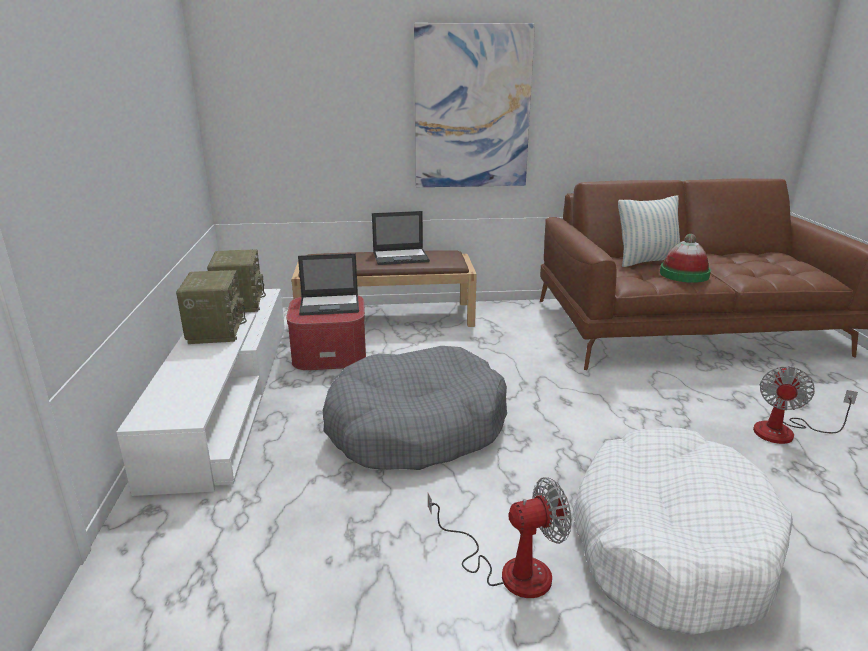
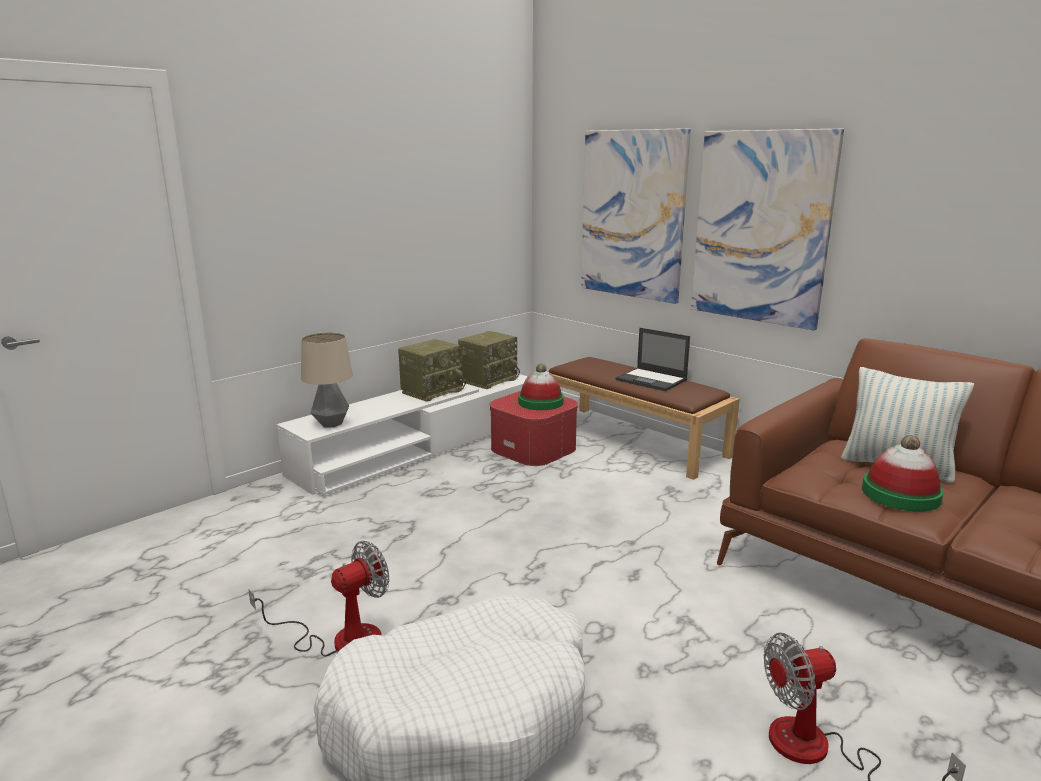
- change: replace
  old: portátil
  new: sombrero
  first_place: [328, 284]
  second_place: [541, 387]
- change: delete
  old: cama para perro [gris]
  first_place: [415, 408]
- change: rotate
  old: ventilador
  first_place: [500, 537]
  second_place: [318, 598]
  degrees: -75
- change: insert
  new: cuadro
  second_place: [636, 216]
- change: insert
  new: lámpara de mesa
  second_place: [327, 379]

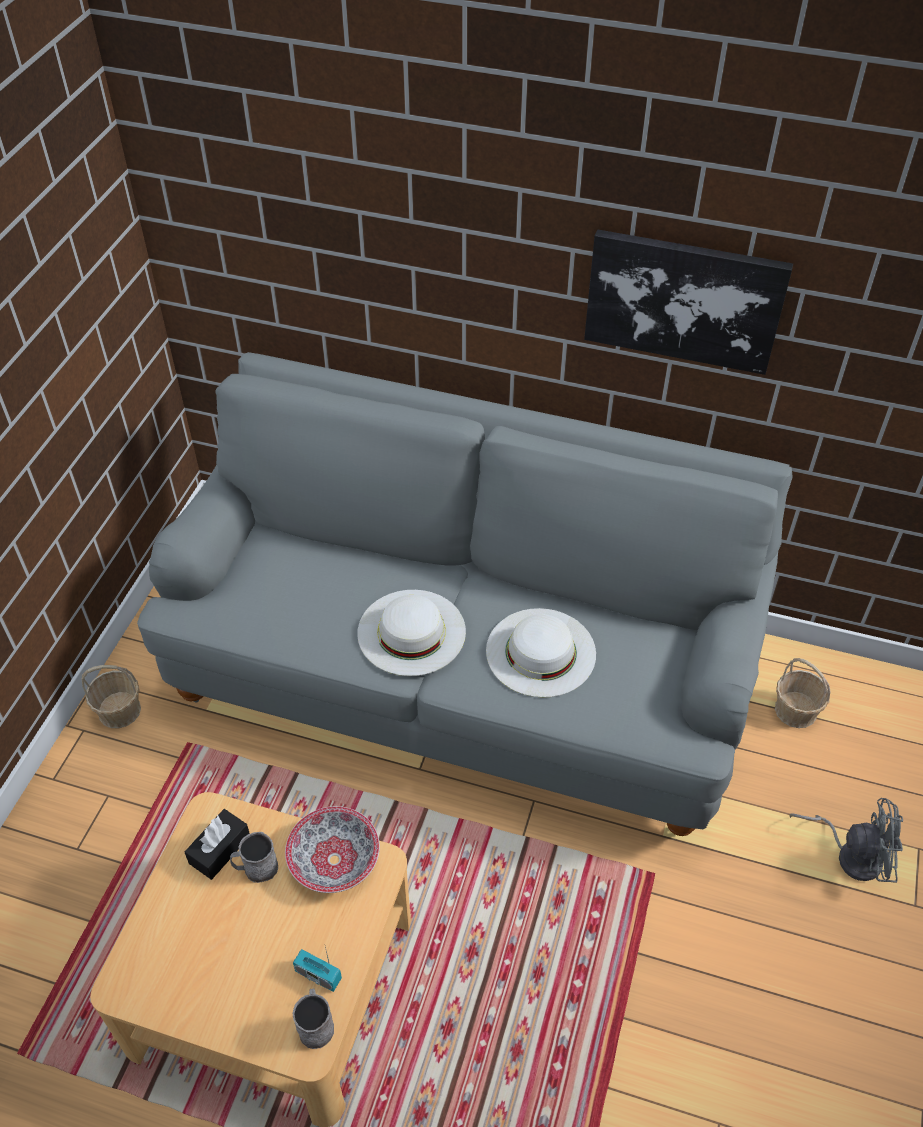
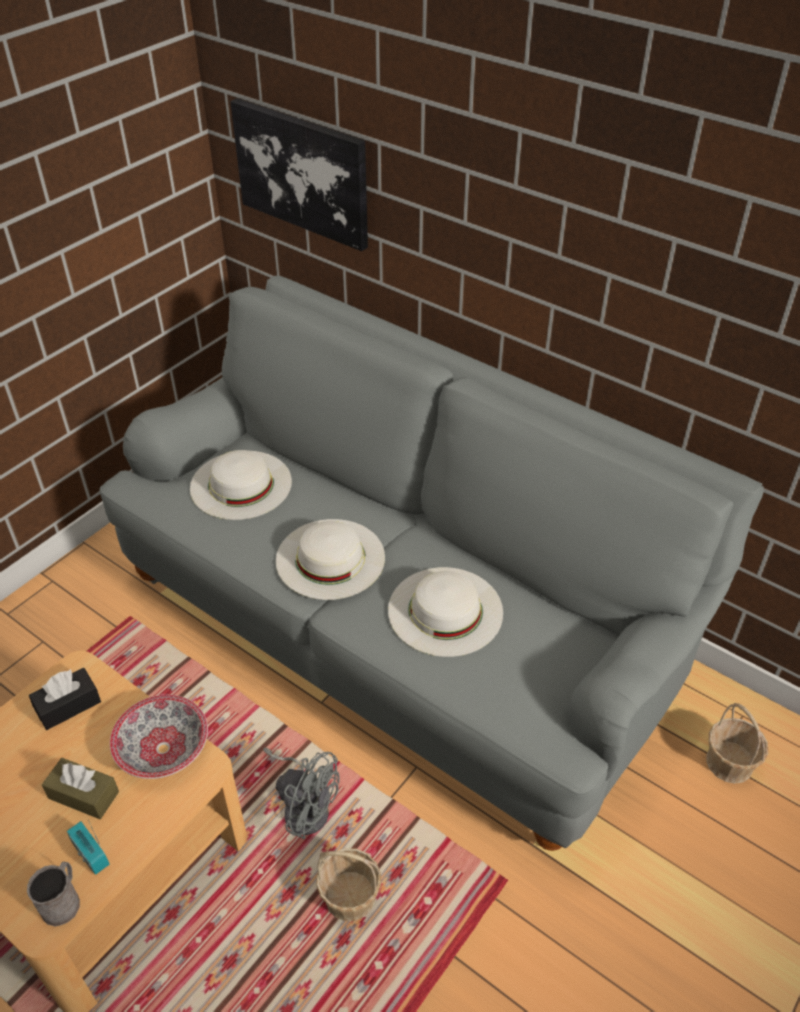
- change: move
  old: cuadro
  first_place: [688, 302]
  second_place: [299, 174]
- change: move
  old: cesta
  first_place: [111, 696]
  second_place: [348, 884]
- change: move
  old: ventilador [gris]
  first_place: [846, 840]
  second_place: [301, 793]
- change: delete
  old: taza grande [gris]
  first_place: [254, 857]
- change: insert
  new: sombrero [blanco]
  second_place: [241, 485]
- change: insert
  new: caja de pañuelos [marrón]
  second_place: [80, 788]

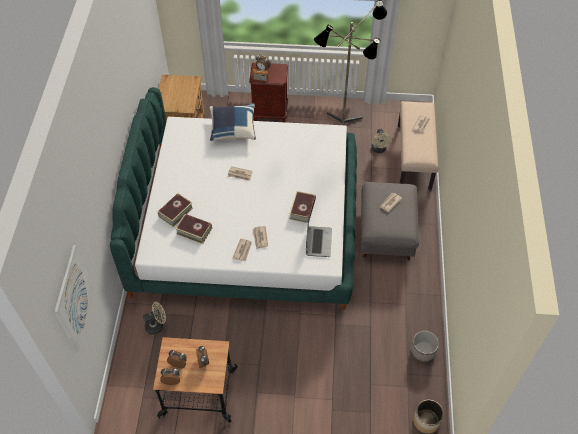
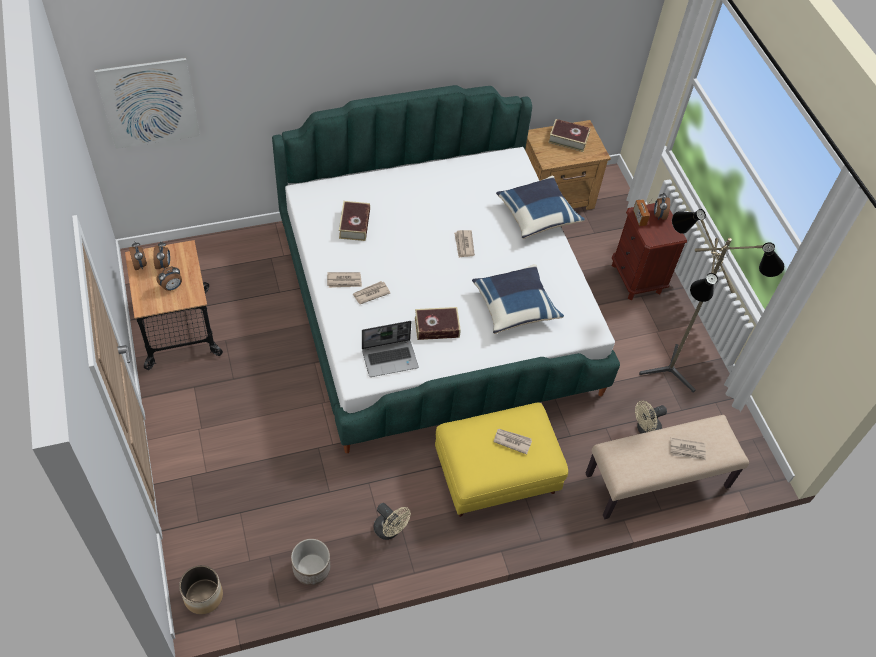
- change: recolor
  old: puf [gris]
  new: puf [amarillo]
  first_place: [390, 221]
  second_place: [501, 460]
- change: move
  old: libro
  first_place: [175, 210]
  second_place: [569, 135]
- change: move
  old: ventilador [beis]
  first_place: [154, 318]
  second_place: [392, 521]
- change: insert
  new: cojín [azul]
  second_place: [518, 299]

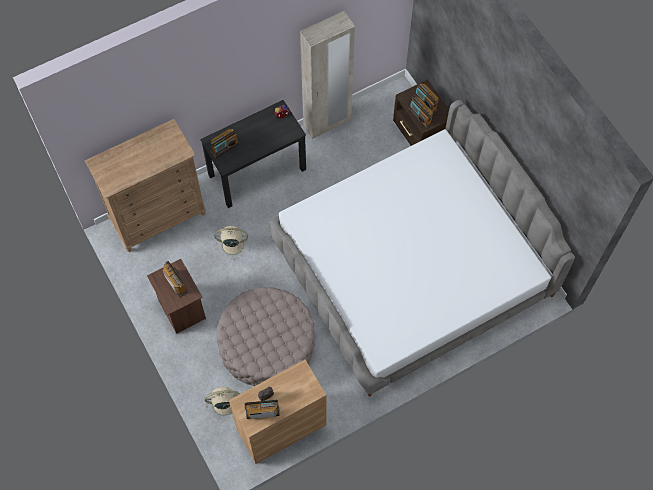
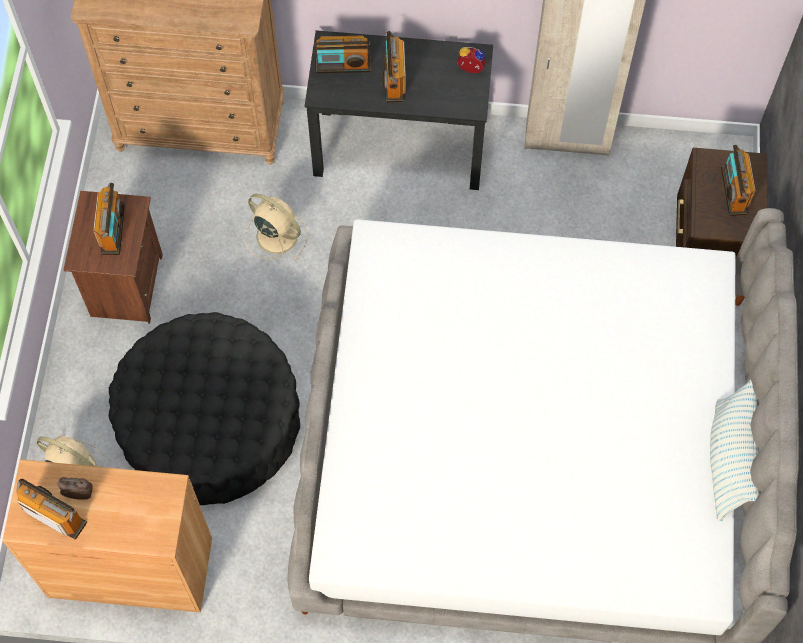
- change: move
  old: radio
  first_place: [420, 113]
  second_place: [394, 67]
- change: recolor
  old: puf [beis]
  new: puf [negro]
  first_place: [266, 336]
  second_place: [204, 408]
- change: insert
  new: cojín
  second_place: [734, 450]

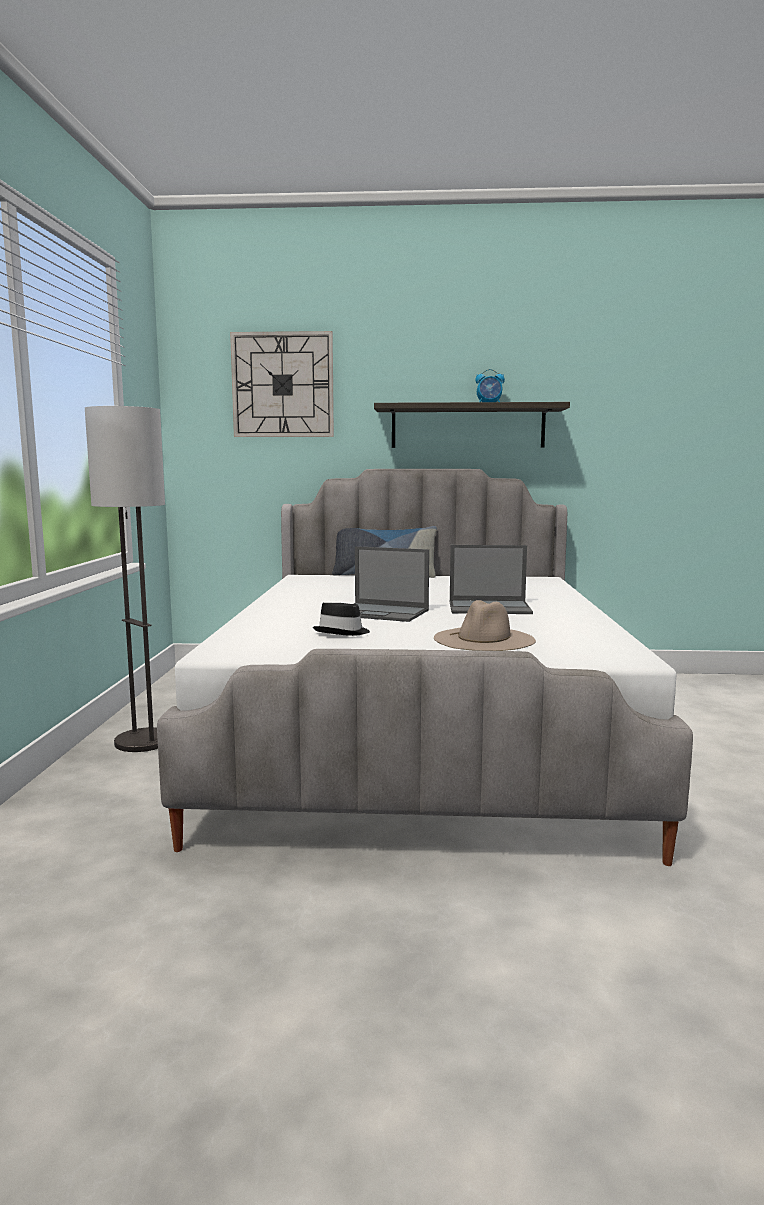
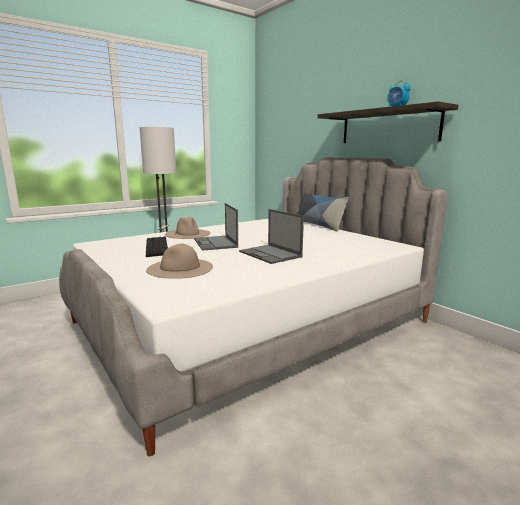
- change: delete
  old: reloj de pared
  first_place: [282, 384]
- change: replace
  old: sombrero [negro]
  new: teclado
  first_place: [341, 619]
  second_place: [157, 246]
- change: insert
  new: sombrero [beis]
  second_place: [187, 228]

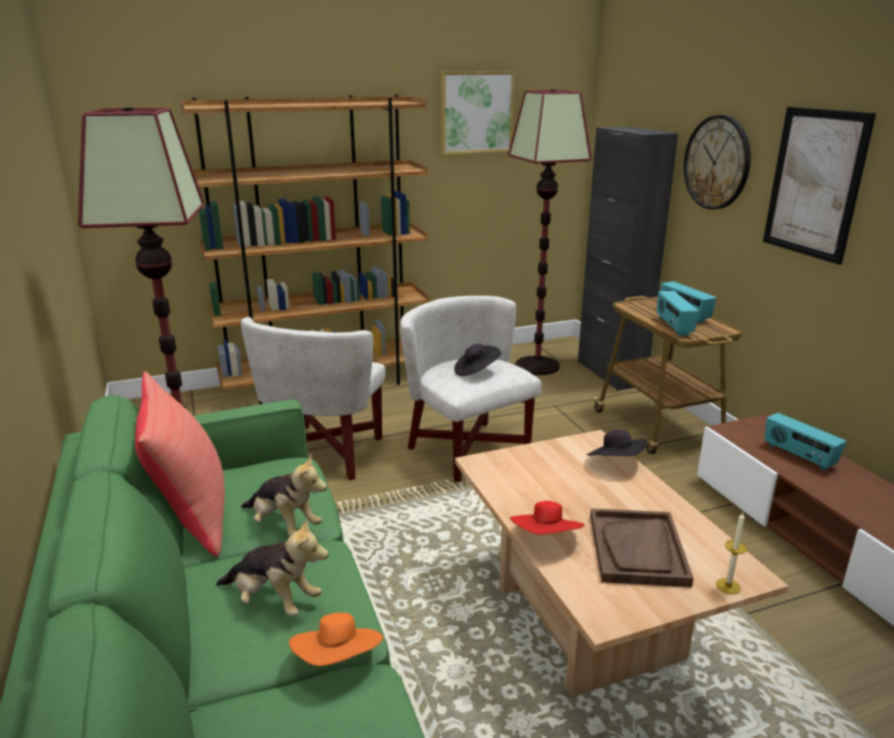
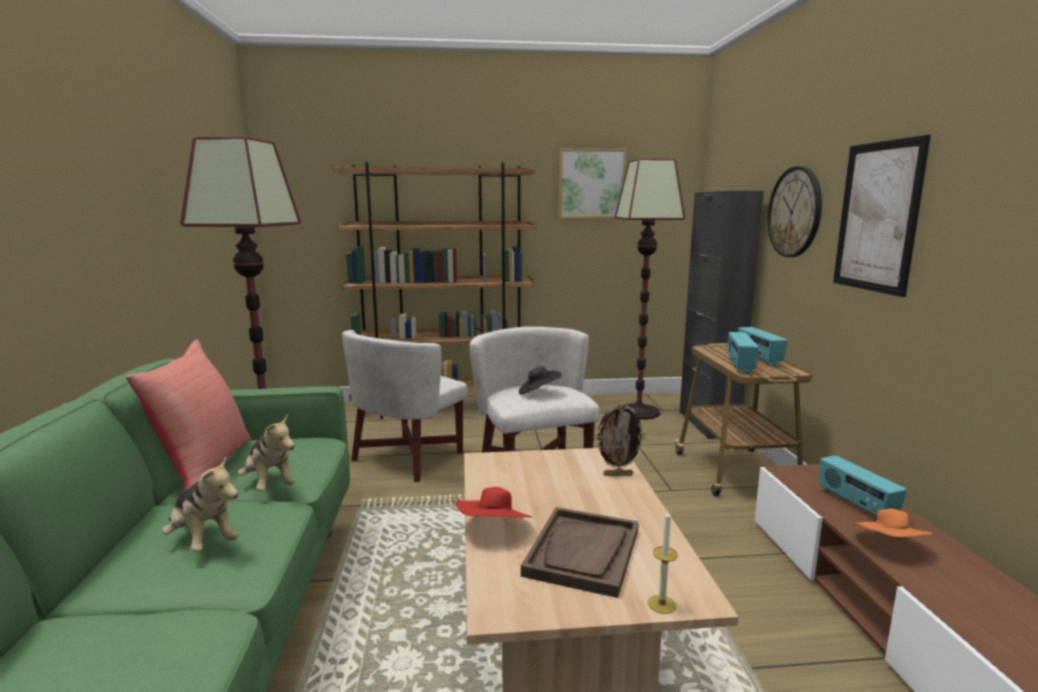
- change: replace
  old: sombrero [negro]
  new: portarretratos
  first_place: [617, 443]
  second_place: [620, 439]
- change: move
  old: sombrero [naranja]
  first_place: [336, 639]
  second_place: [892, 523]

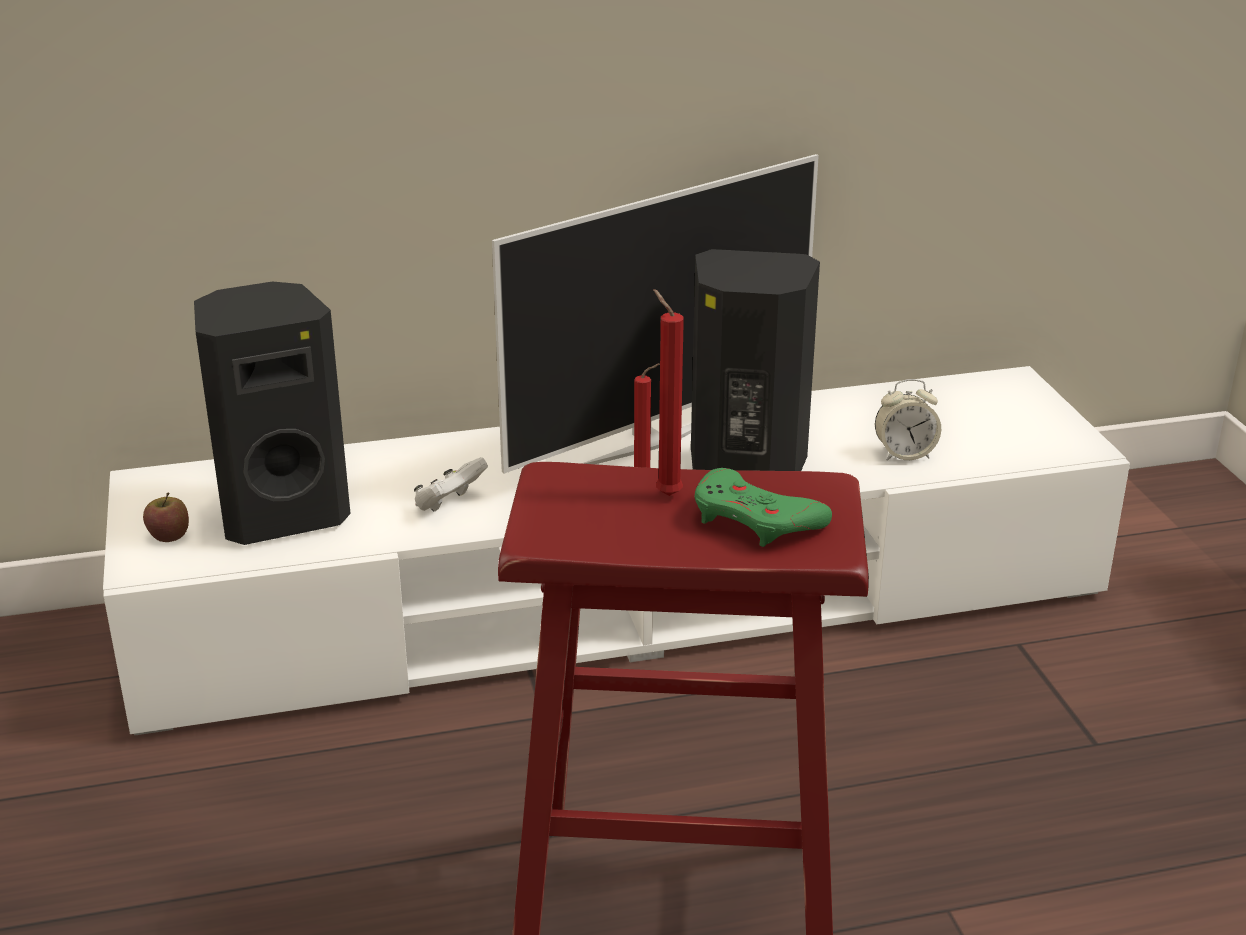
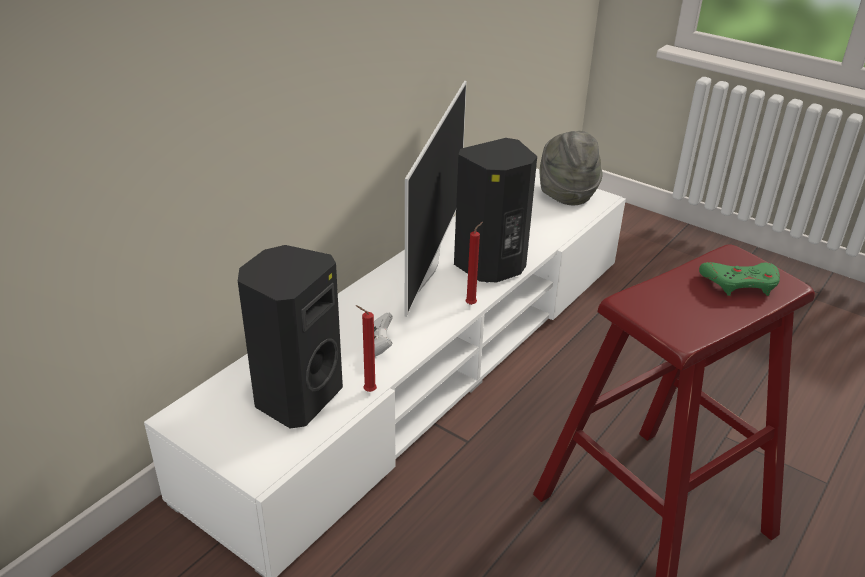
- change: move
  old: vela [rojo]
  first_place: [668, 392]
  second_place: [366, 348]
- change: delete
  old: despertador
  first_place: [908, 420]
- change: delete
  old: manzana
  first_place: [166, 517]
- change: insert
  new: sombrero [gris]
  second_place: [571, 168]

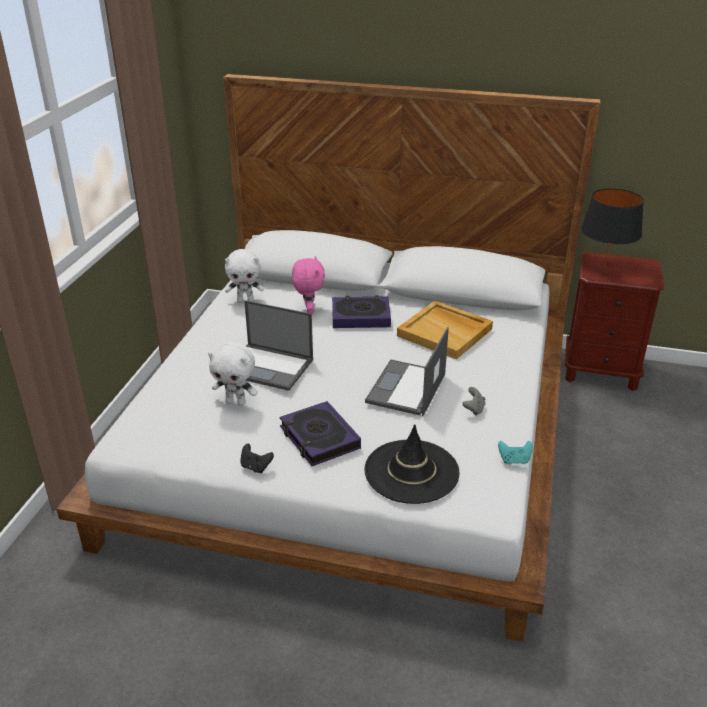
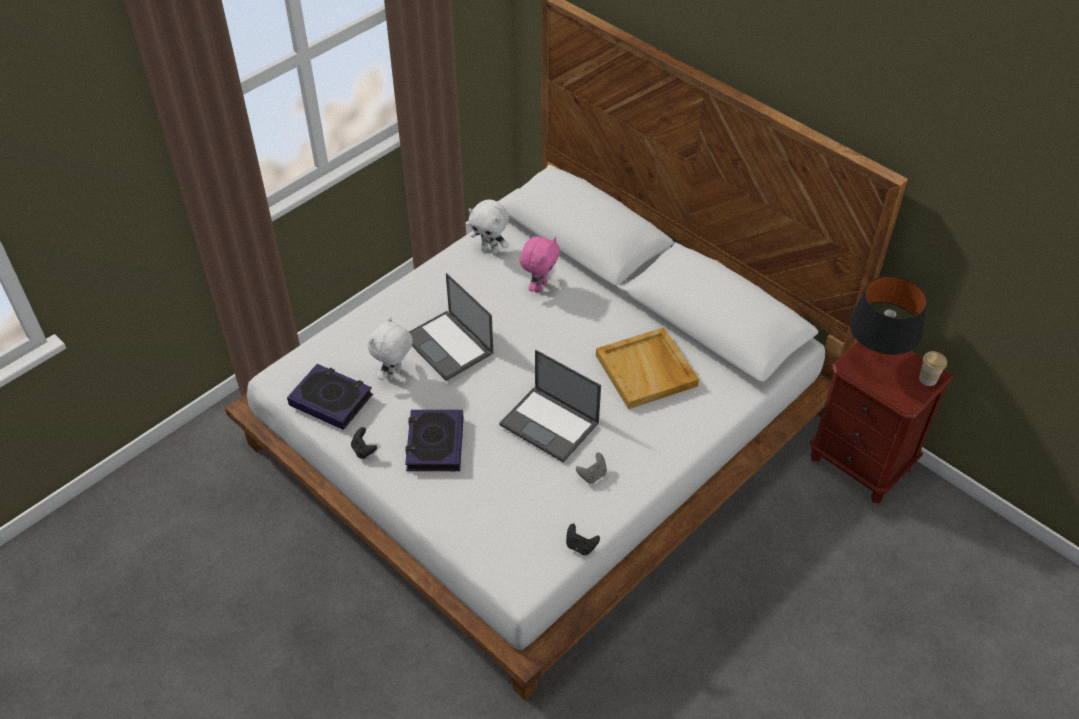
- change: move
  old: libro
  first_place: [361, 311]
  second_place: [330, 397]
- change: rotate
  old: portátil
  first_place: [407, 371]
  second_place: [550, 406]
  degrees: -105
- change: rotate
  old: peluche [blanco]
  first_place: [233, 374]
  second_place: [390, 348]
  degrees: 75
- change: delete
  old: sombrero [negro]
  first_place: [412, 464]
- change: recolor
  old: mando de consola [turquesa]
  new: mando de consola [negro]
  first_place: [515, 452]
  second_place: [583, 539]
- change: insert
  new: taza
  second_place: [933, 368]

